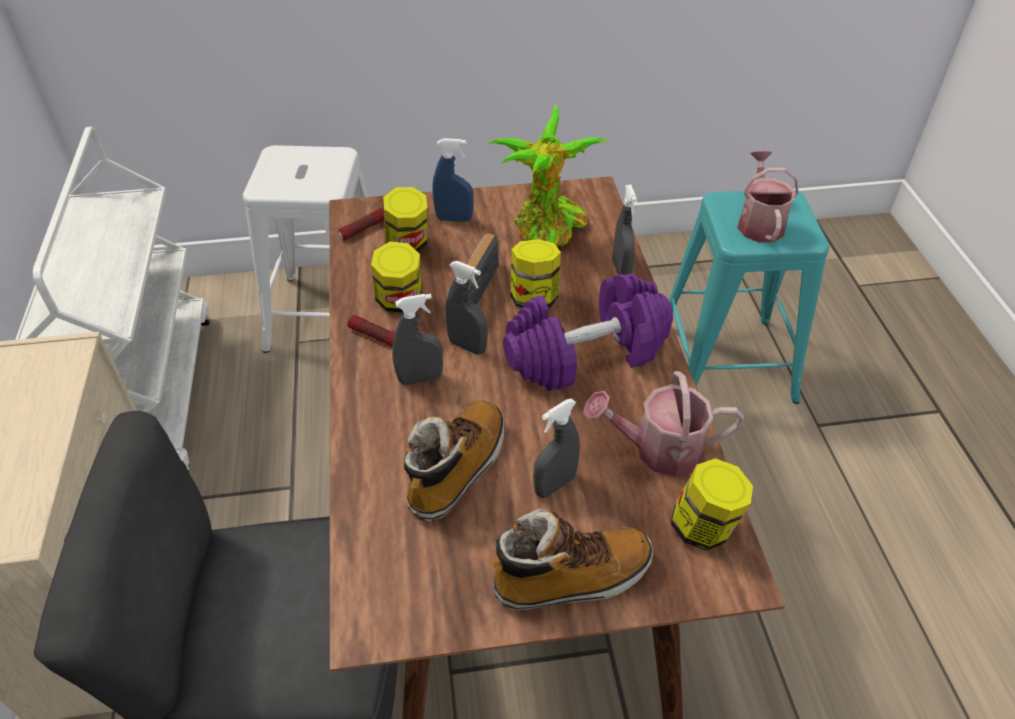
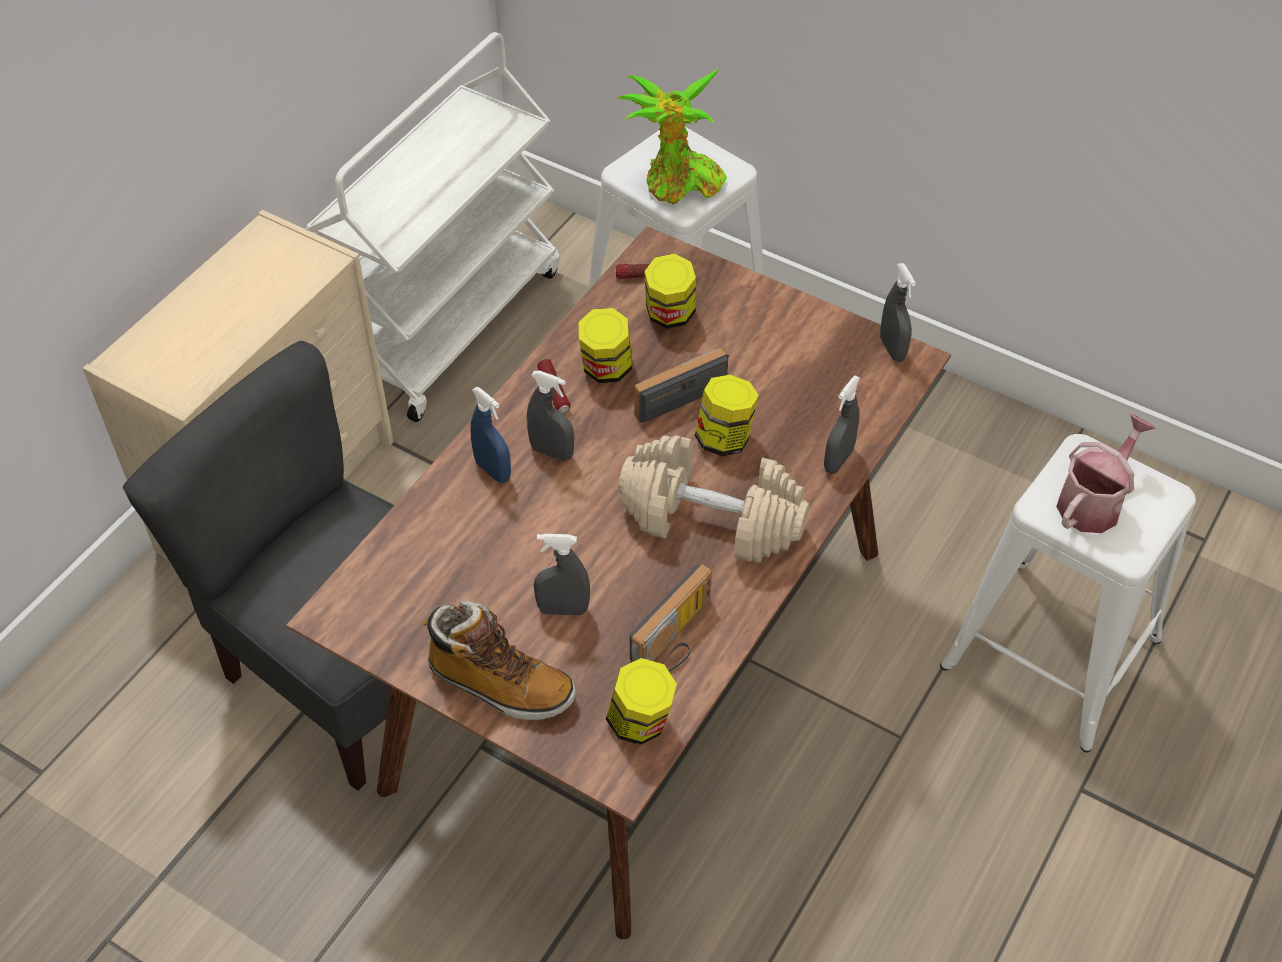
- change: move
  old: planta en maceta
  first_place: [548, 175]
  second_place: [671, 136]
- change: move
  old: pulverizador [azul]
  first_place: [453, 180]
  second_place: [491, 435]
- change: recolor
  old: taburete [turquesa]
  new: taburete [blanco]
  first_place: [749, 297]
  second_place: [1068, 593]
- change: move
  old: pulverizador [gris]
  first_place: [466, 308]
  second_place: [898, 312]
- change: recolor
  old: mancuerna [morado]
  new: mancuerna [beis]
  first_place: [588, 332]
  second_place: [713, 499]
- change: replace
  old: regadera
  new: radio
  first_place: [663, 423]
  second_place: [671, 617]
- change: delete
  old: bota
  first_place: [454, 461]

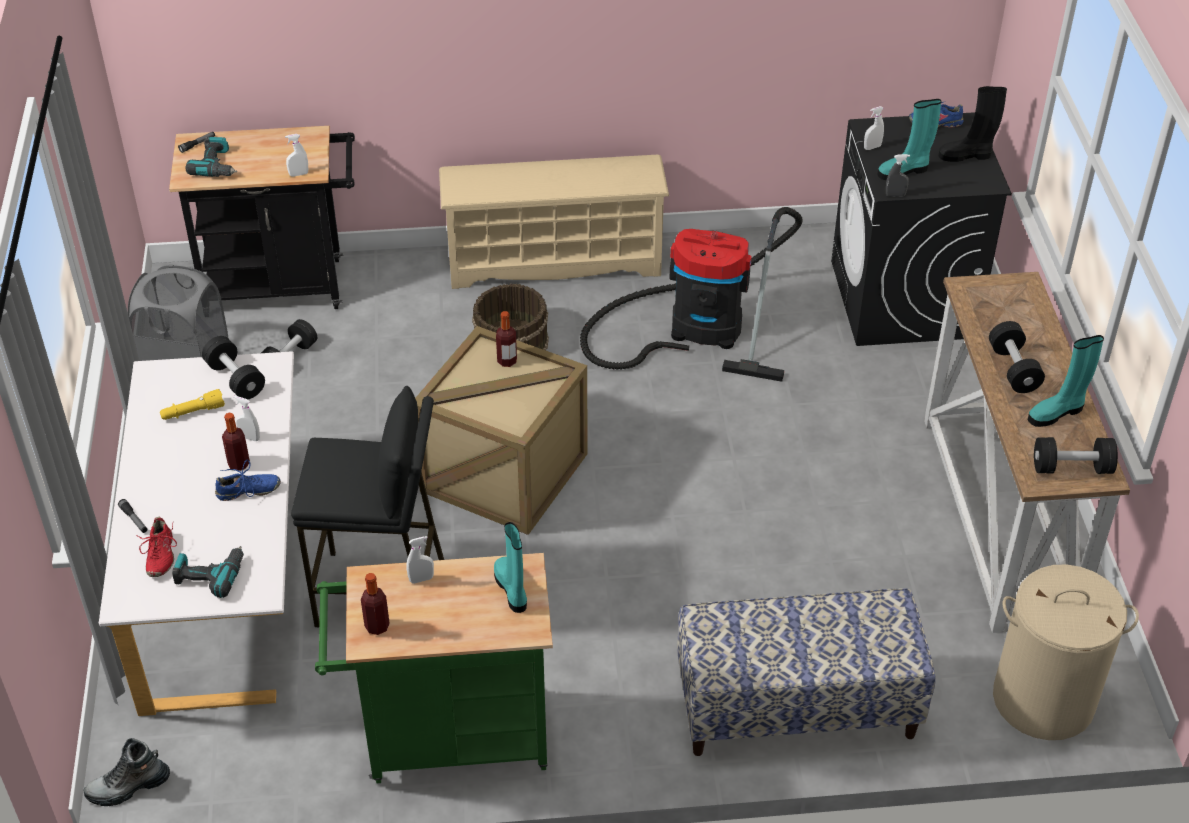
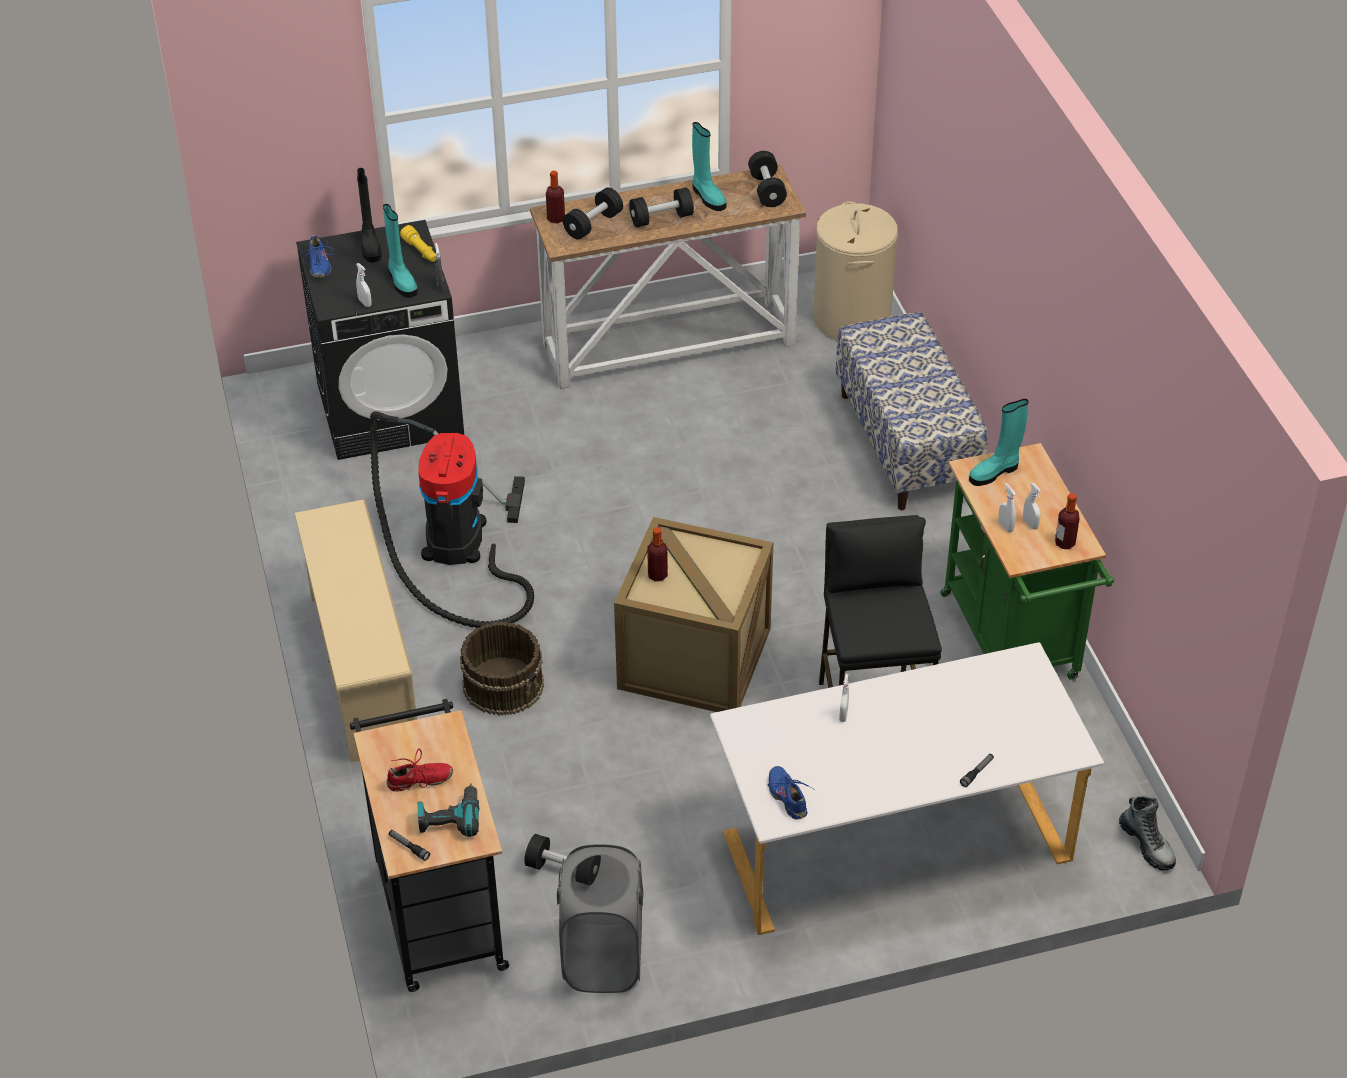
- change: move
  old: pulverizador [blanco]
  first_place: [296, 155]
  second_place: [1032, 506]
- change: move
  old: mancuerna [negro]
  first_place: [233, 368]
  second_place: [593, 213]
- change: move
  old: linterna [amarillo]
  first_place: [192, 404]
  second_place: [418, 243]
- change: move
  old: botella
  first_place: [236, 442]
  second_place: [555, 197]
- change: move
  old: zapato [azul]
  first_place: [248, 480]
  second_place: [790, 793]
- change: move
  old: zapato [rojo]
  first_place: [156, 547]
  second_place: [419, 770]
- change: delete
  old: taladro
  first_place: [208, 572]

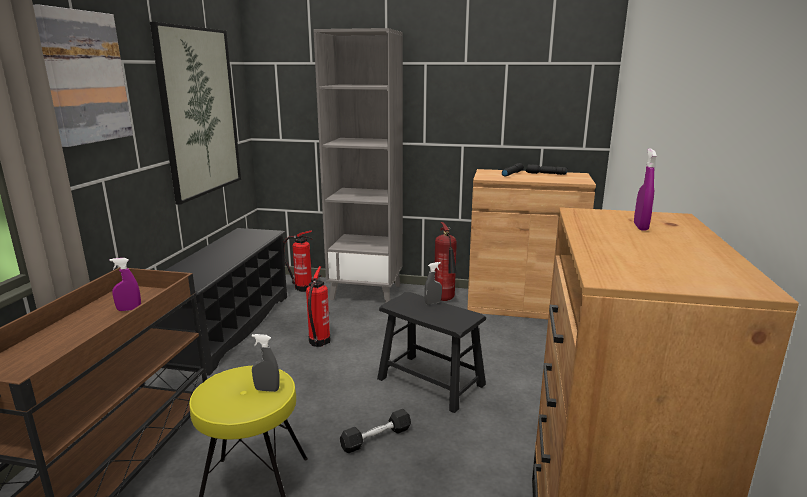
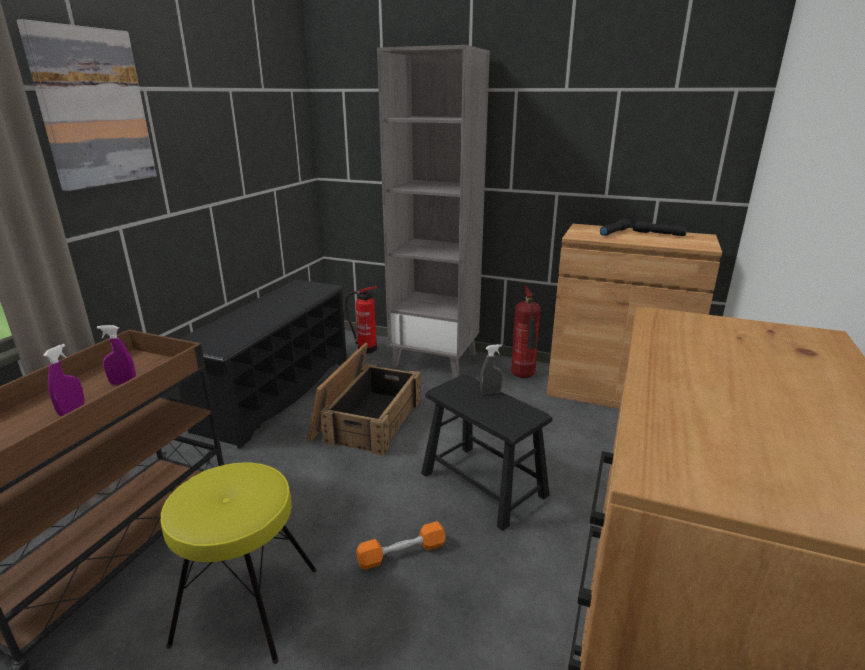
- change: delete
  old: cuadro
  first_place: [195, 113]
- change: move
  old: pulverizador [morado]
  first_place: [645, 189]
  second_place: [64, 380]
- change: replace
  old: extintor
  new: caja de embalaje
  first_place: [318, 306]
  second_place: [364, 399]
- change: delete
  old: pulverizador [gris]
  first_place: [266, 363]
- change: recolor
  old: mancuerna [negro]
  new: mancuerna [naranja]
  first_place: [375, 431]
  second_place: [401, 545]

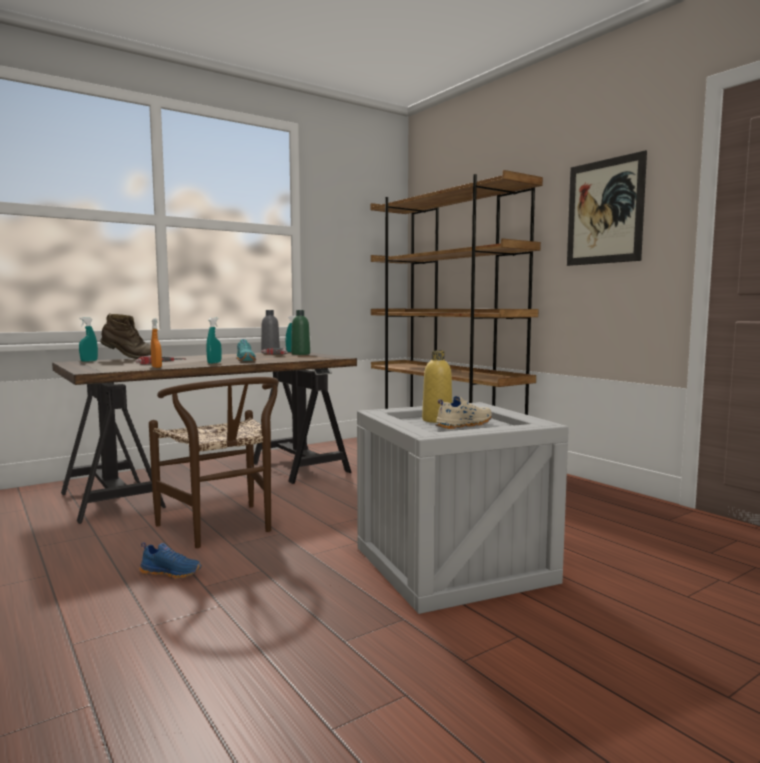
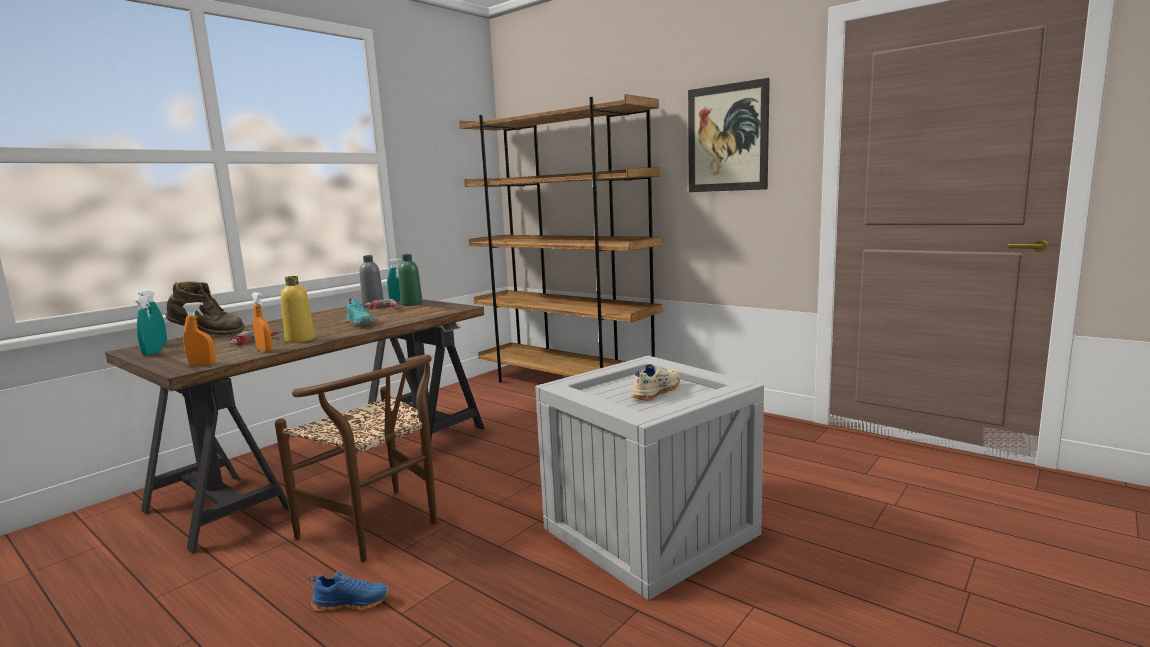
- change: move
  old: pulverizador [turquesa]
  first_place: [214, 341]
  second_place: [148, 325]
- change: move
  old: botella [amarillo]
  first_place: [437, 386]
  second_place: [298, 309]
- change: insert
  new: pulverizador [naranja]
  second_place: [198, 334]

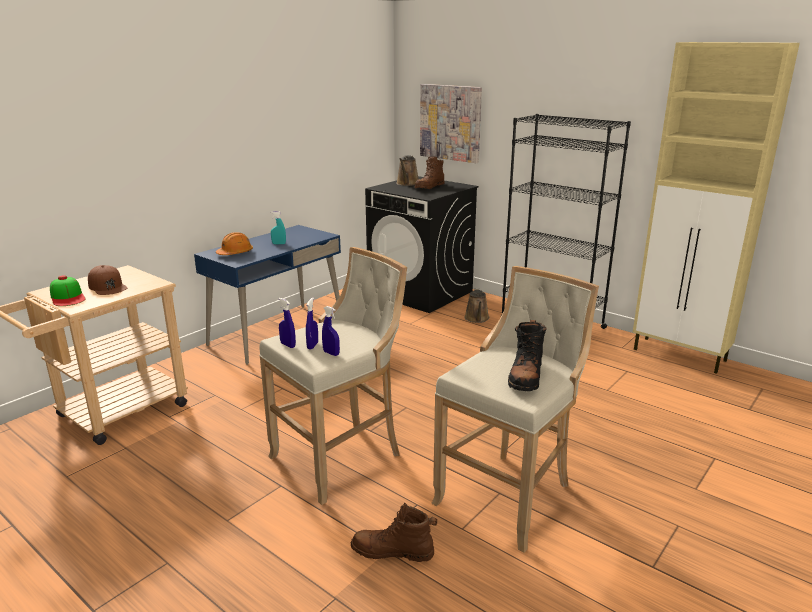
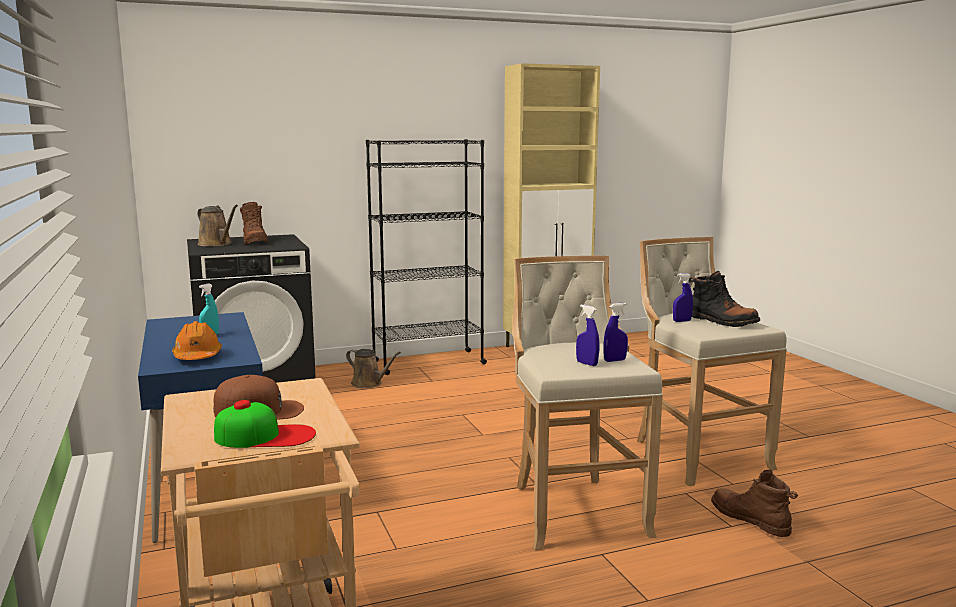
- change: delete
  old: cuadro
  first_place: [451, 123]
- change: move
  old: pulverizador [azul]
  first_place: [287, 323]
  second_place: [683, 297]
- change: rotate
  old: bota [marrón]
  first_place: [394, 532]
  second_place: [754, 503]
  degrees: 105

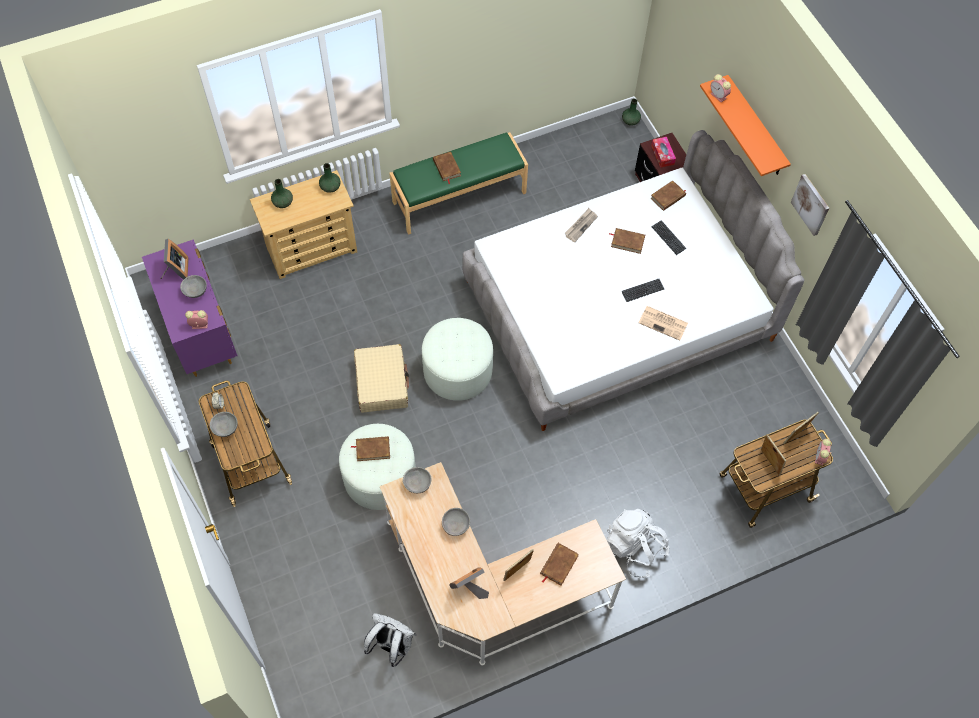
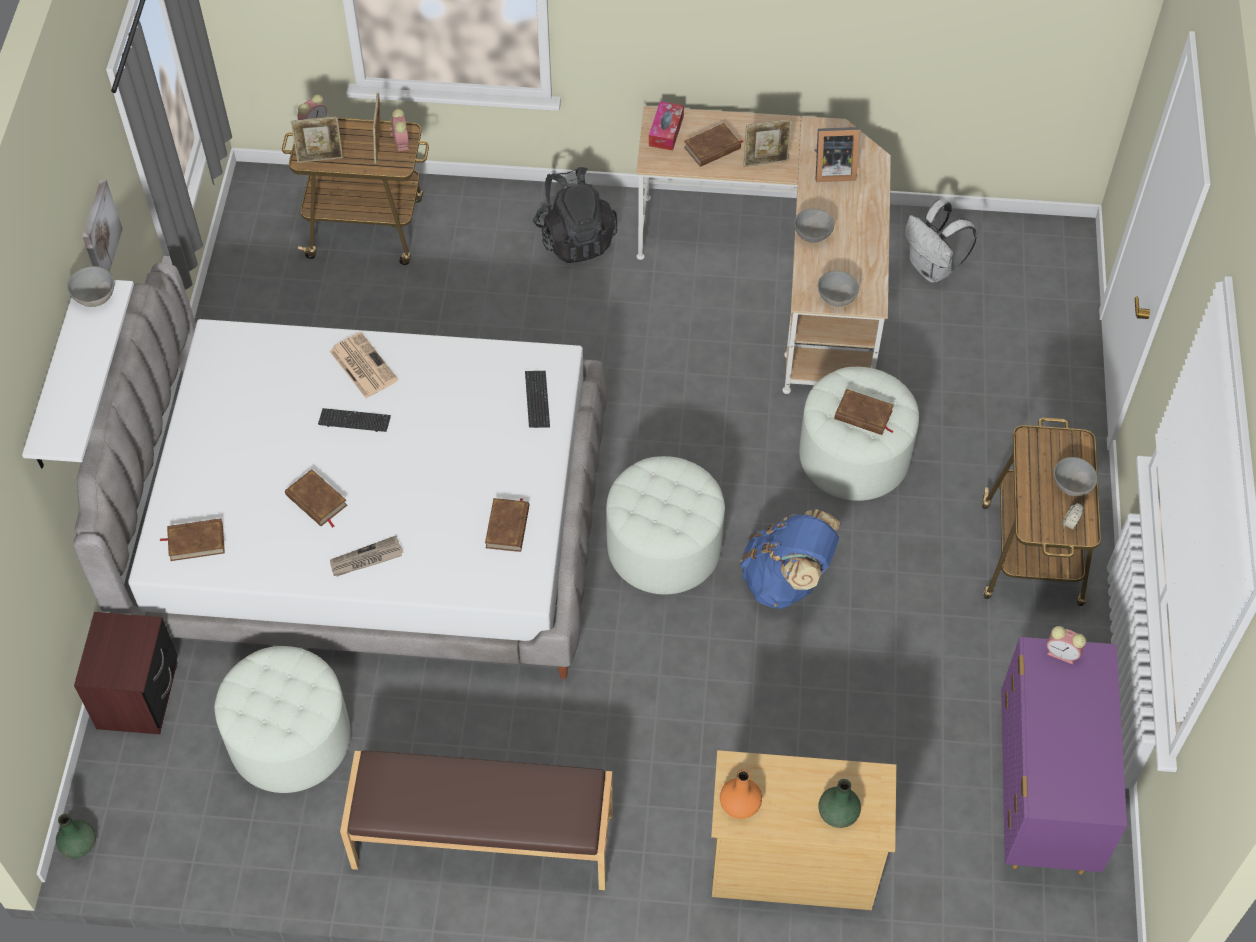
- change: move
  old: despertador
  first_place: [720, 88]
  second_place: [399, 130]
- change: recolor
  old: estante [naranja]
  new: estante [blanco]
  first_place: [745, 125]
  second_place: [78, 374]
- change: recolor
  old: banco [verde]
  new: banco [marrón]
  first_place: [458, 183]
  second_place: [476, 820]
- change: move
  old: caja de pañuelos
  first_place: [663, 152]
  second_place: [666, 126]
- change: move
  old: libro [marrón]
  first_place: [447, 167]
  second_place: [507, 525]
- change: recolor
  old: florero [verde]
  new: florero [naranja]
  first_place: [330, 178]
  second_place: [741, 794]
- change: move
  old: teclado
  first_place: [668, 237]
  second_place: [537, 399]
- change: delete
  old: portarretratos
  first_place: [175, 259]
- change: move
  old: cuenco [gris]
  first_place: [193, 286]
  second_place: [90, 286]
- change: replace
  old: maleta [beis]
  new: mochila [azul]
  first_place: [381, 378]
  second_place: [790, 559]
- change: recolor
  old: mochila [blanco]
  new: mochila [negro]
  first_place: [638, 543]
  second_place: [575, 215]
- change: insert
  new: puf [blanco]
  second_place: [283, 719]

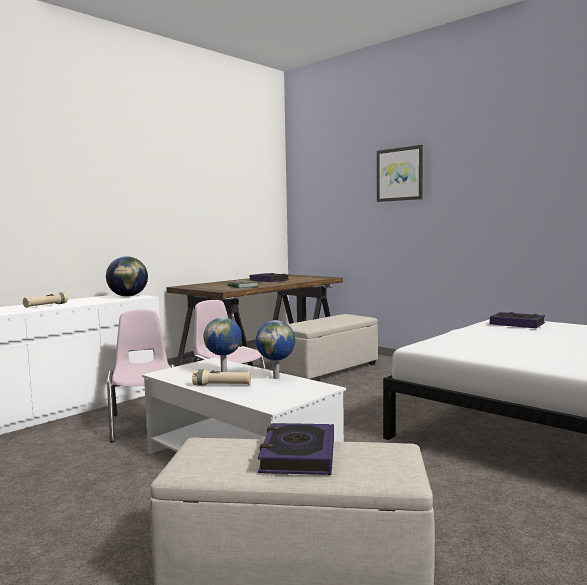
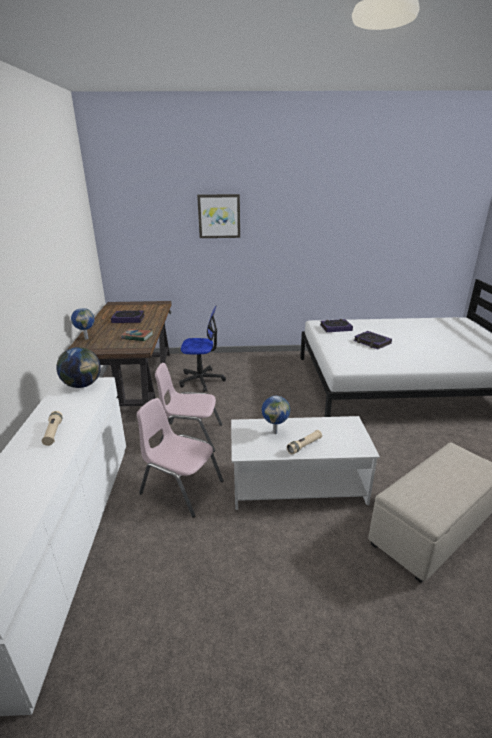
- change: replace
  old: puf [beis]
  new: silla de oficina
  first_place: [328, 347]
  second_place: [202, 349]
- change: move
  old: globo terráqueo
  first_place: [275, 349]
  second_place: [83, 323]
- change: move
  old: libro
  first_place: [296, 449]
  second_place: [373, 340]

